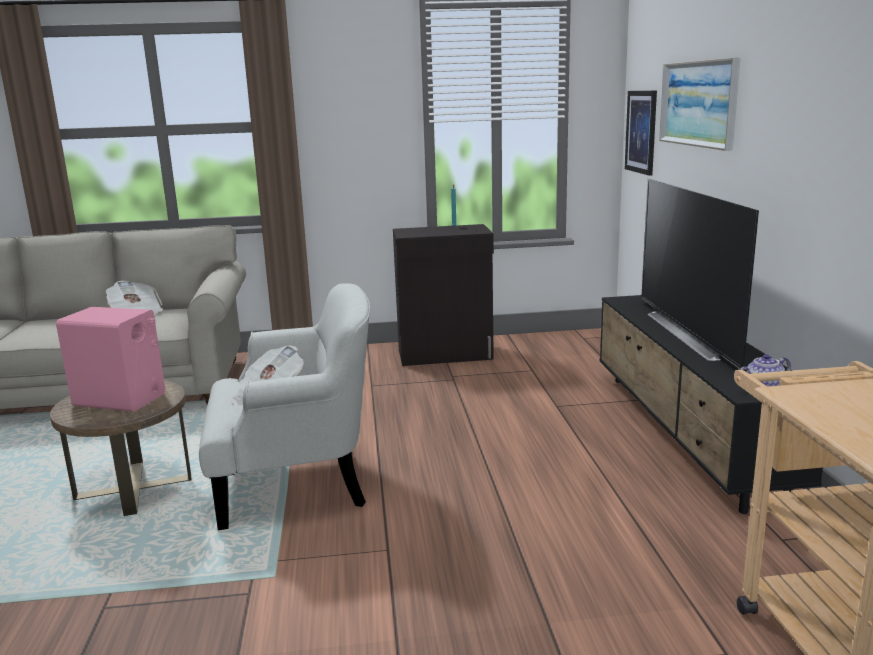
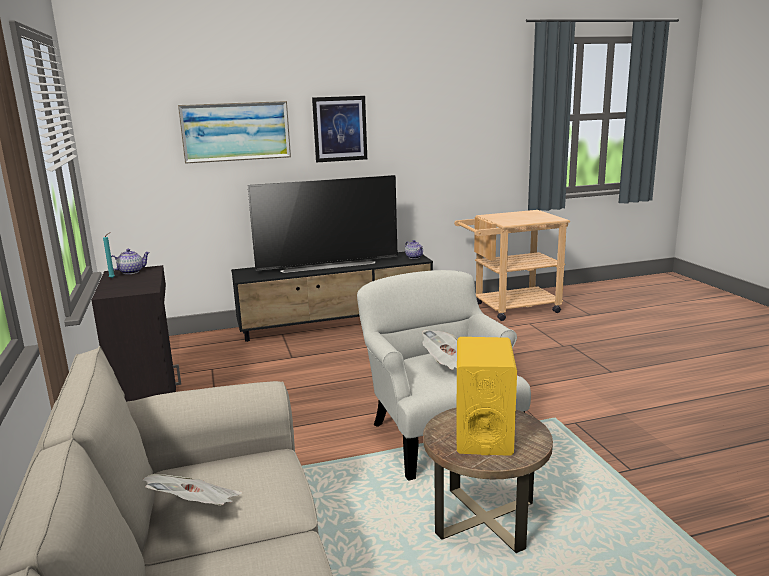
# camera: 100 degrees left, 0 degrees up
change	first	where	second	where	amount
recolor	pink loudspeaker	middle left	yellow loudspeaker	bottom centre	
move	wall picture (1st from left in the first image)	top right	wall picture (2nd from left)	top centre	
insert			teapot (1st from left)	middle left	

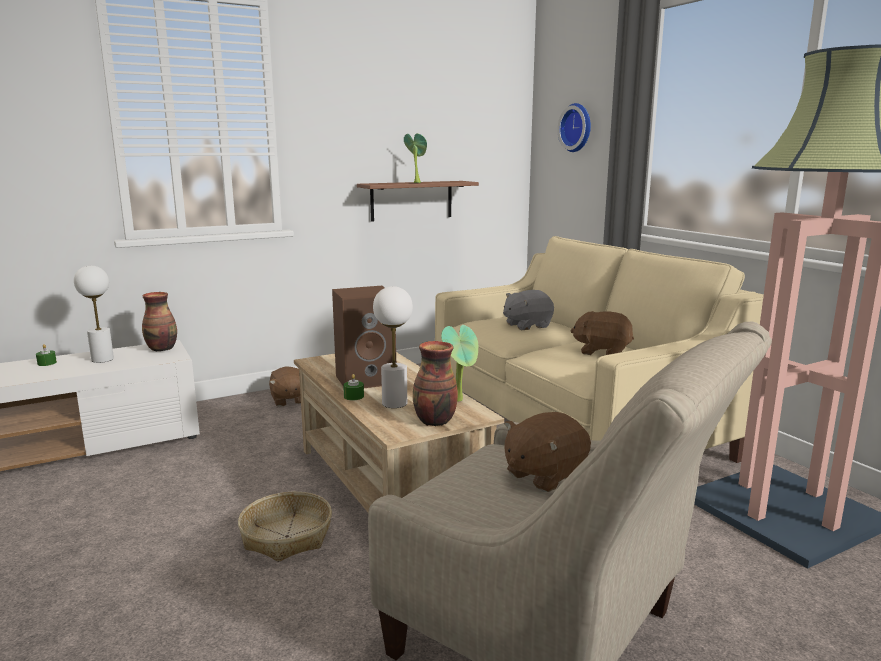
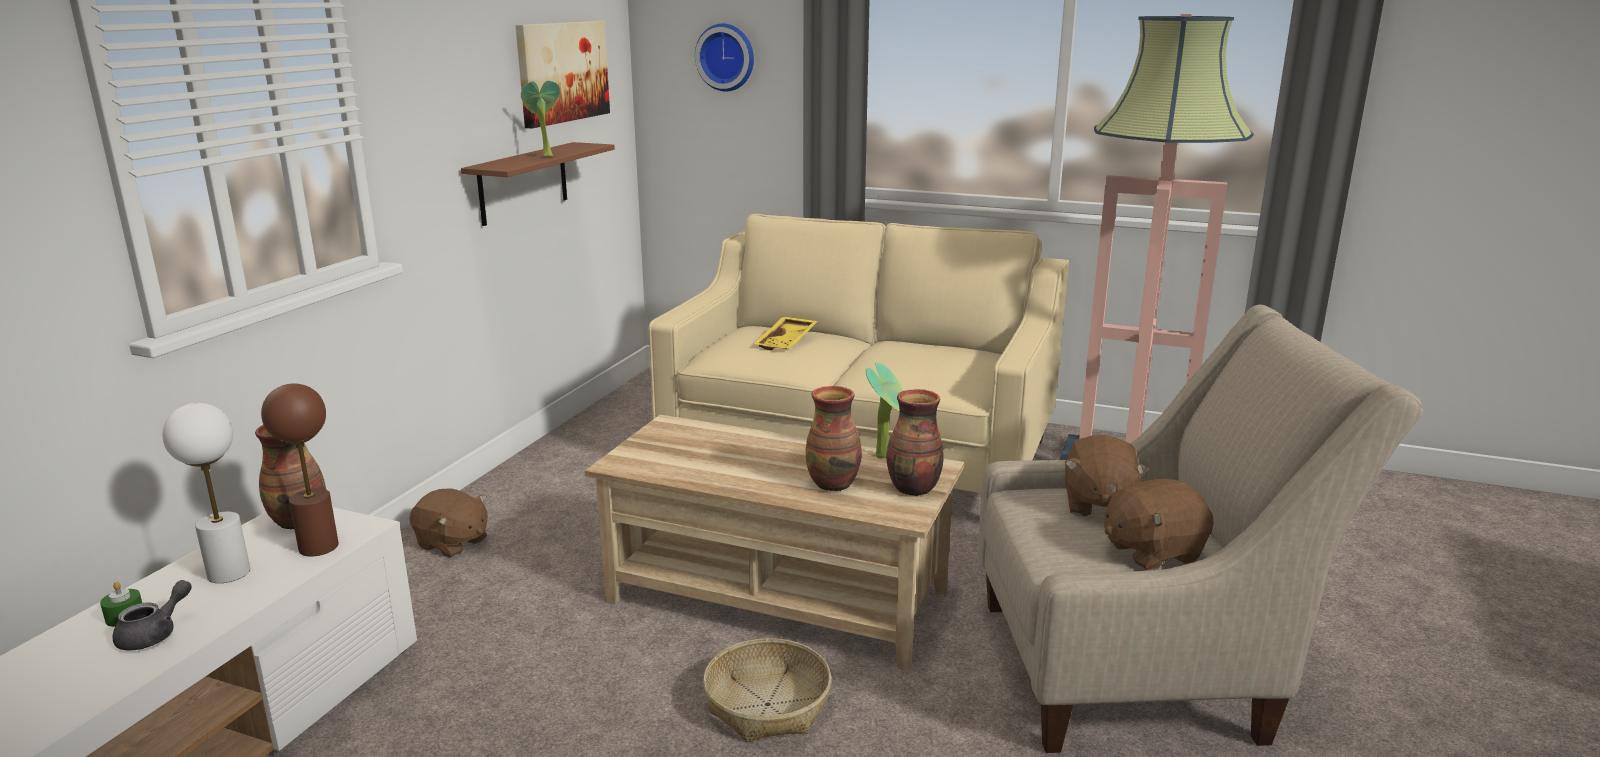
# camera: 40 degrees left, 5 degrees up
change	first	where	second	where	amount
delete	brown-coloured loudspeaker	centre			
delete	green wax light (2nd from left)	centre			
replace	white-coloured table lamp (2nd from left)	centre	decorative vase (2nd from left)	centre	
replace	grey cuddly toy	centre	yellow carrying tray	centre	
move	brown-coloured cuddly toy (3rd from left)	middle right		bottom right	
insert			grey teapot	bottom left	
insert			brown-coloured table lamp	middle left	
insert			wall picture	top centre	

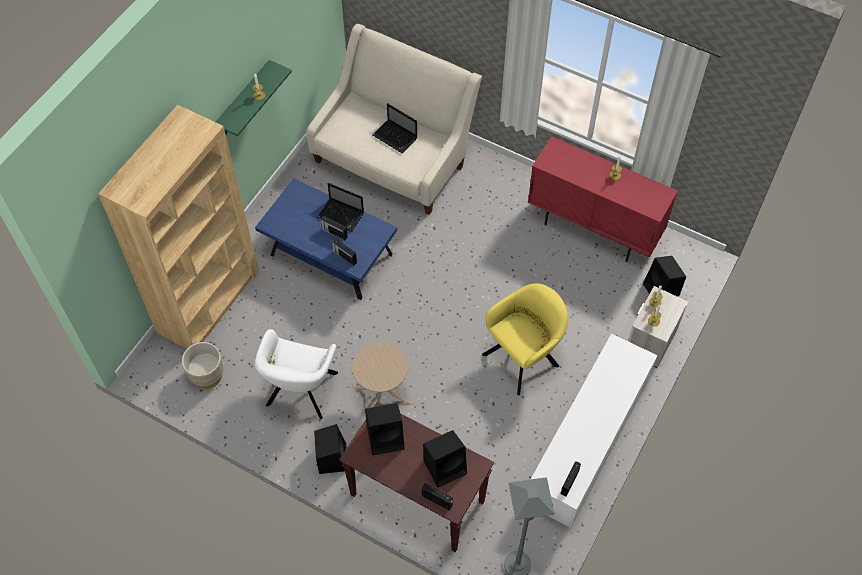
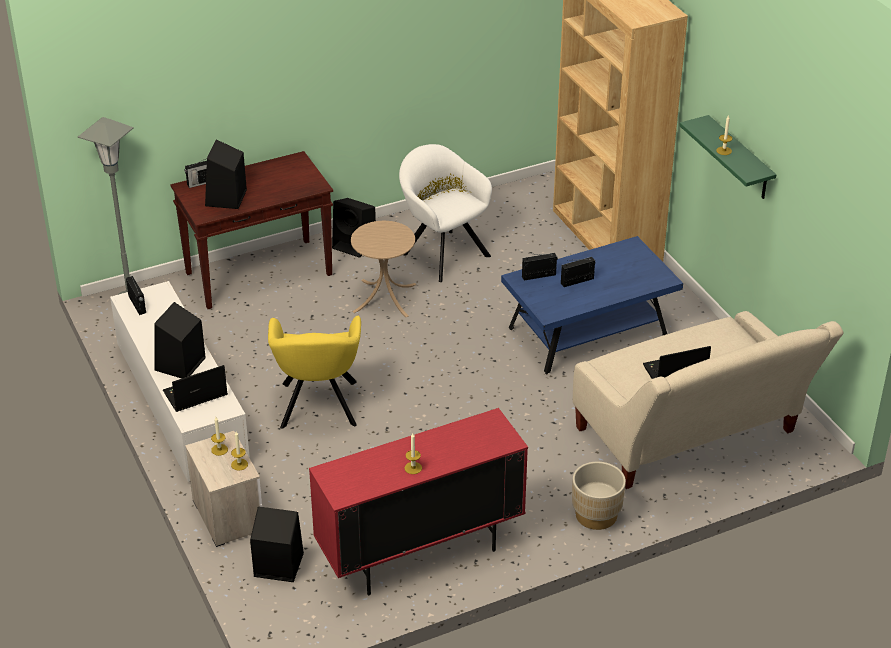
# camera: 125 degrees right, 20 degrees down
change	first	where	second	where	amount
move	sand-coloured plant pot	middle left		bottom right	
move	notebook computer (1st from left)	centre		middle left	
move	black-coloured loudspeaker (2nd from left in the first image)	bottom centre	black-coloured loudspeaker (1st from left)	middle left	

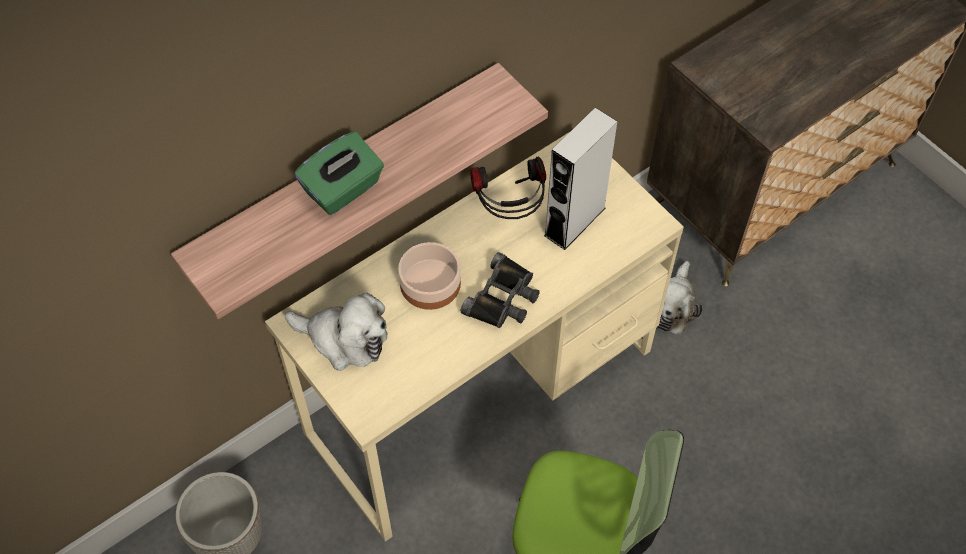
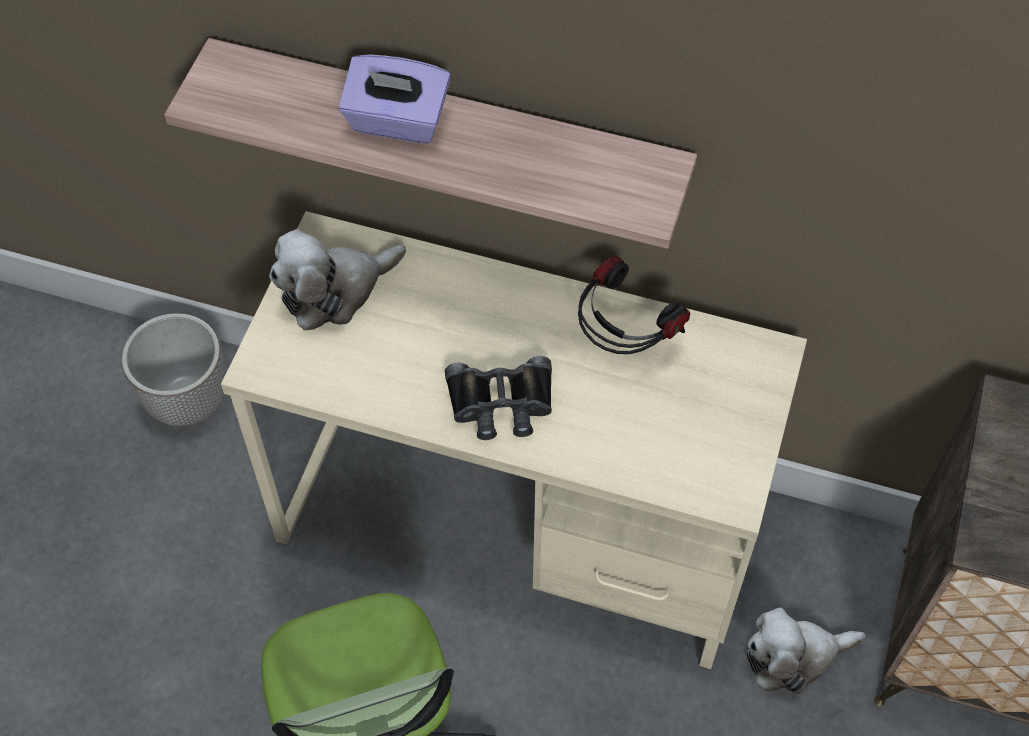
# camera: 55 degrees right, 0 degrees up
change	first	where	second	where	amount
rotate	cuddly toy (1st from left)	centre		middle left	75 degrees clockwise
recolor	green tissue holder	top centre	purple-coloured tissue holder	top centre	
delete	deep dish	centre			
delete	grey loudspeaker	top centre			

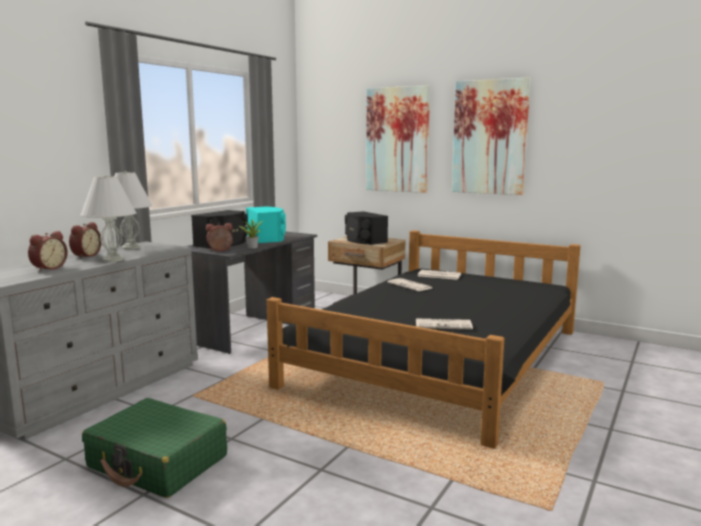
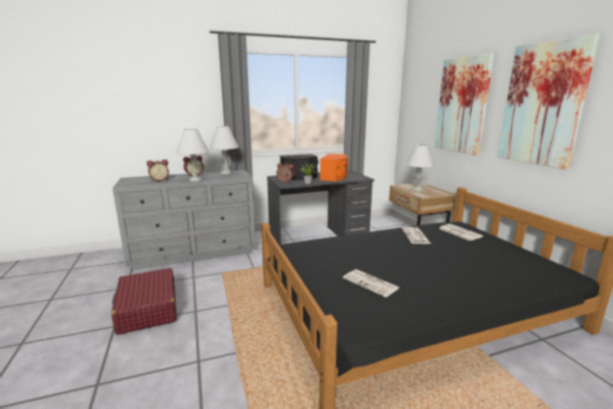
# camera: 40 degrees right, 5 degrees up
change	first	where	second	where	amount
recolor	green piece of luggage	bottom left	reddish piece of luggage	bottom left	
recolor	turquoise-coloured loudspeaker	centre	orange-coloured loudspeaker	centre	
replace	black-coloured loudspeaker (2nd from left)	centre	white-coloured table lamp (3rd from left)	middle right	

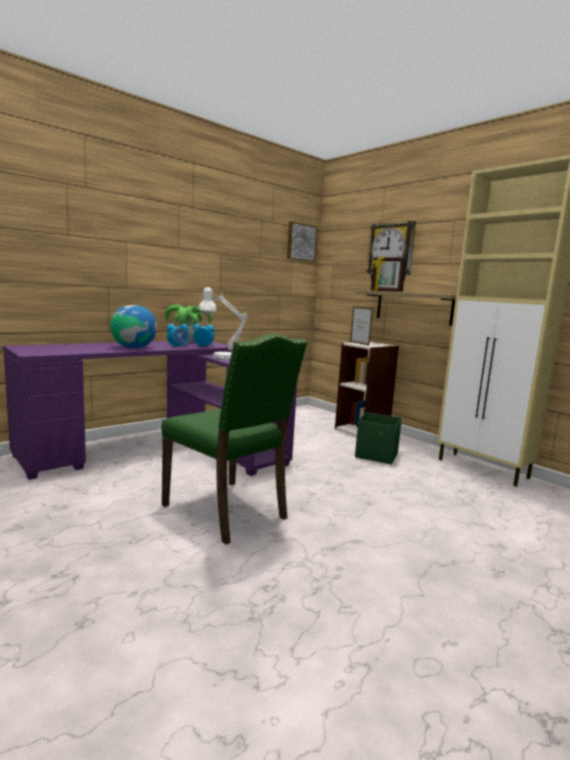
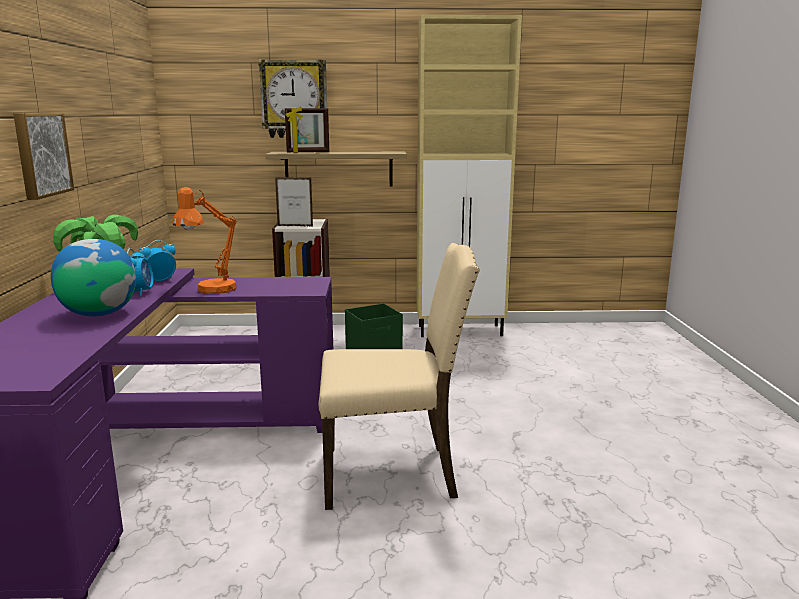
# camera: 50 degrees left, 5 degrees up
change	first	where	second	where	amount
recolor	green chair	centre	sand-coloured chair	centre	
recolor	white-coloured table lamp	centre	orange-coloured table lamp	middle left	
move	wall picture	top centre		top left	

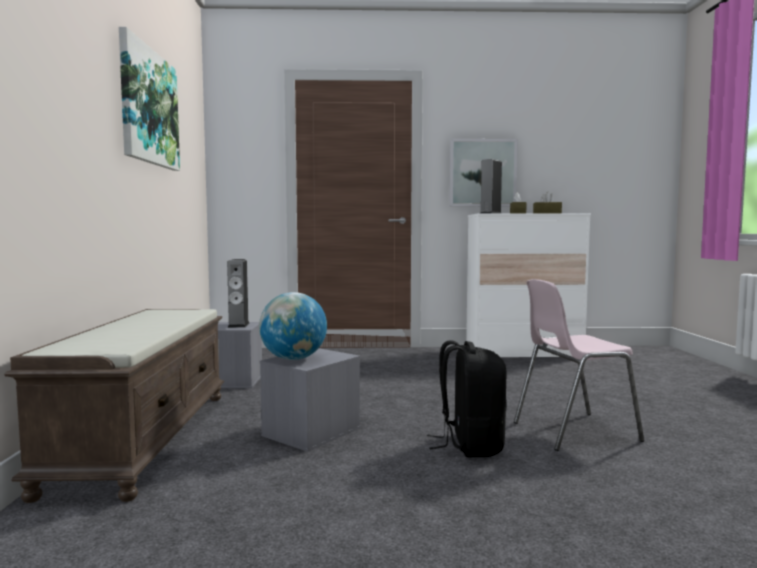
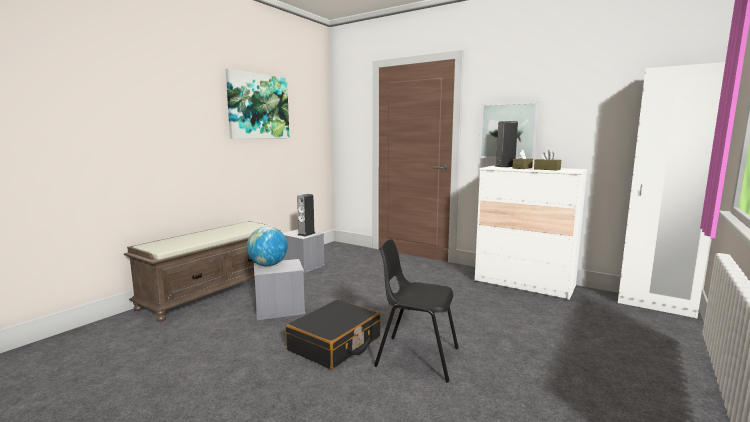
# camera: 35 degrees right, 5 degrees up
change	first	where	second	where	amount
replace	black-coloured knapsack	bottom centre	black-coloured piece of luggage	bottom centre	
recolor	pink chair	middle right	black-coloured chair	bottom centre	
insert			white-coloured wardrobe	middle right	

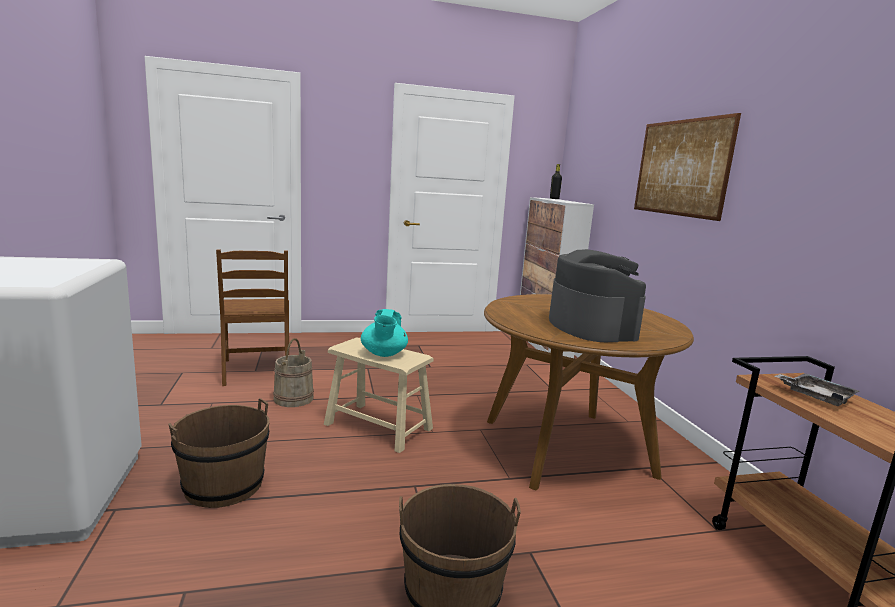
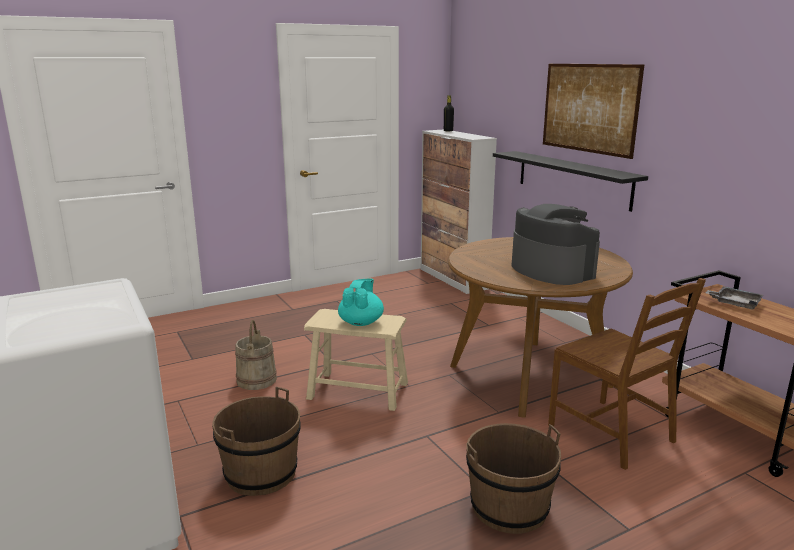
# camera: 15 degrees left, 5 degrees up
change	first	where	second	where	amount
move	brown-coloured chair	middle left		bottom right	
rotate	turquoise-coloured teapot	centre		centre	150 degrees counterclockwise
insert			black-coloured bracket shelf	top right	

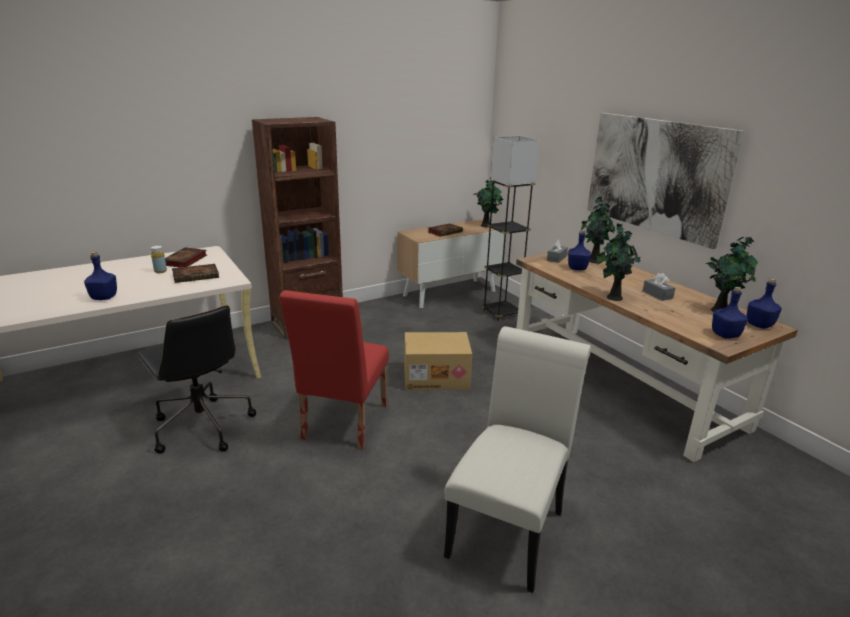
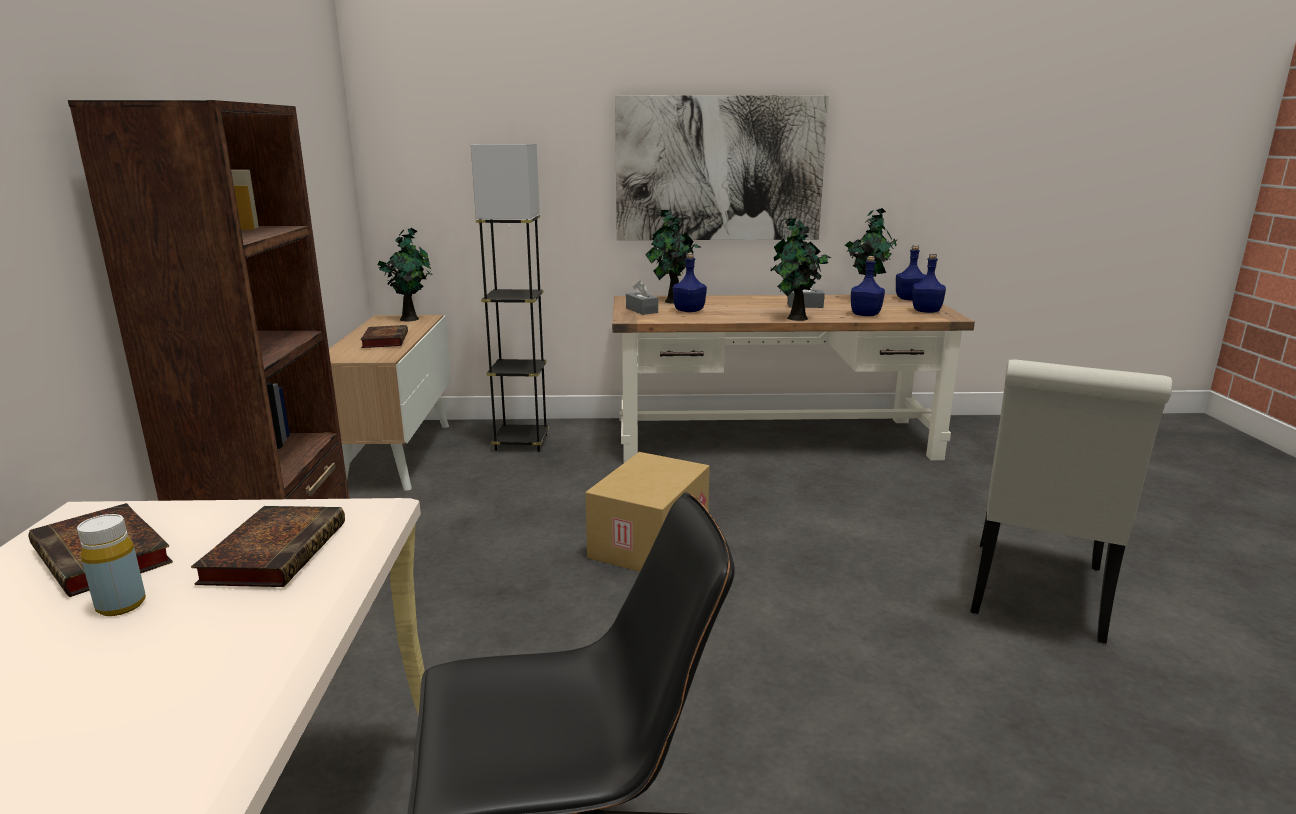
# camera: 60 degrees left, 5 degrees down
change	first	where	second	where	amount
move	blue drink bottle (1st from left in the first image)	middle left	blue drink bottle (2nd from left)	middle right	
delete	reddish chair	centre			
rotate	white-coloured chair	bottom centre		middle right	120 degrees counterclockwise

